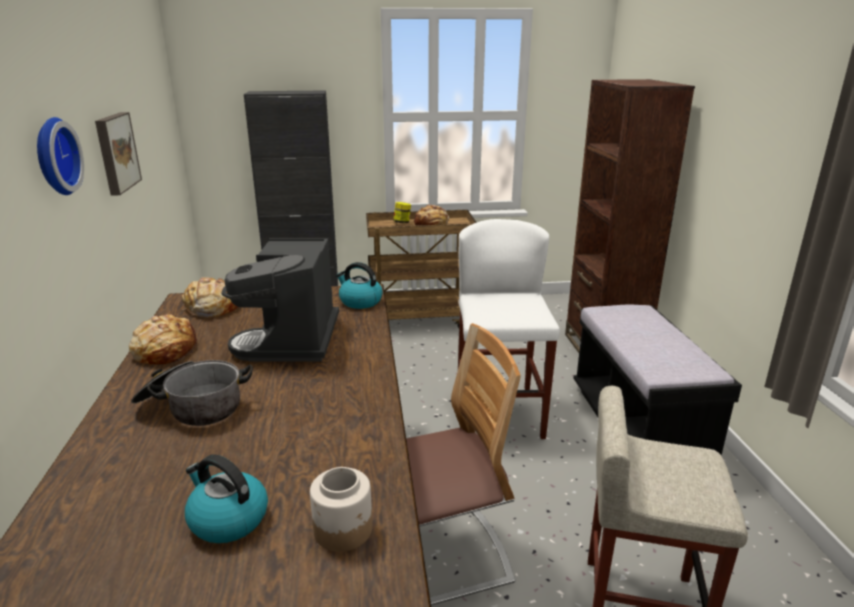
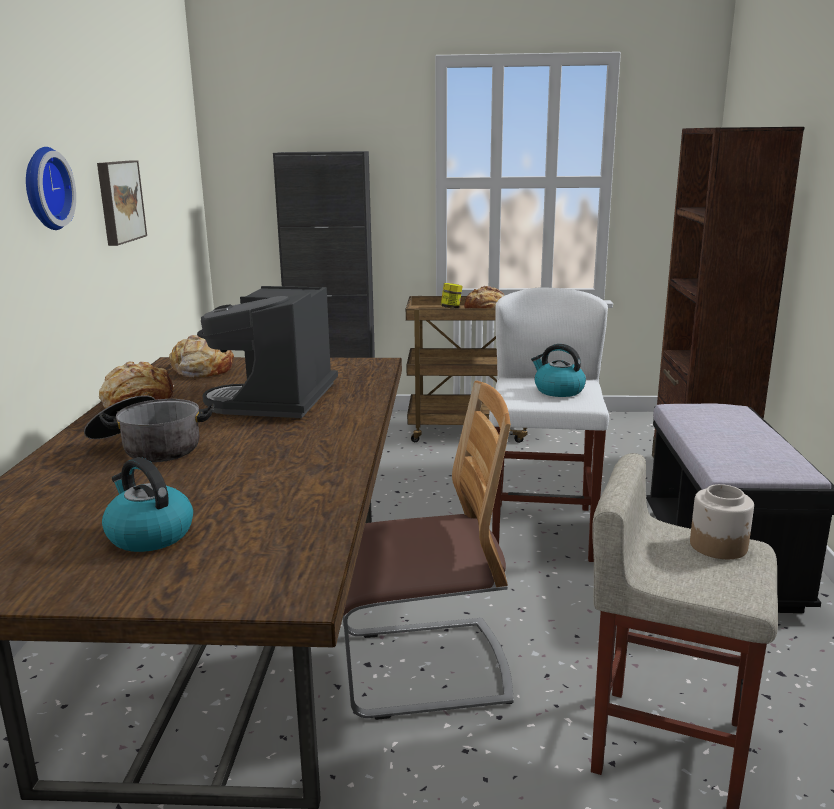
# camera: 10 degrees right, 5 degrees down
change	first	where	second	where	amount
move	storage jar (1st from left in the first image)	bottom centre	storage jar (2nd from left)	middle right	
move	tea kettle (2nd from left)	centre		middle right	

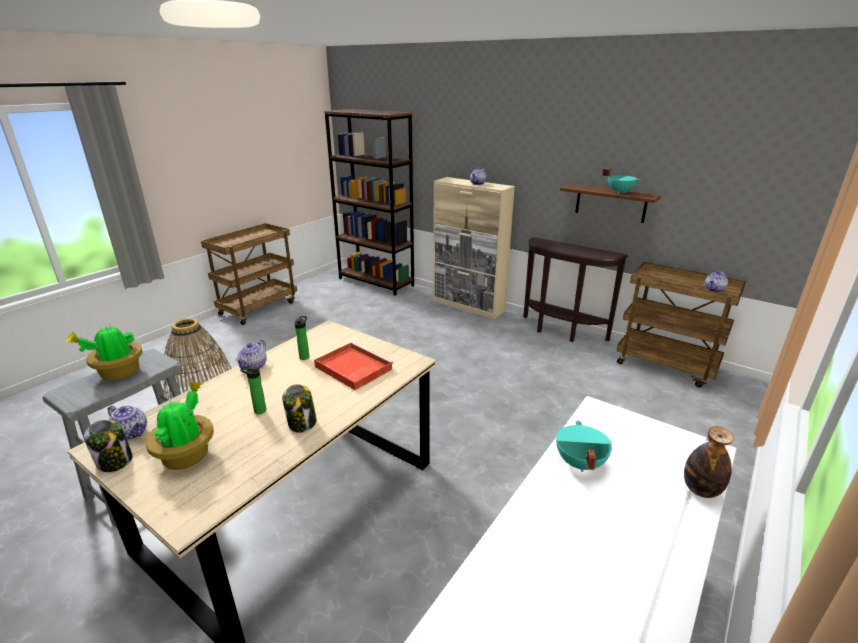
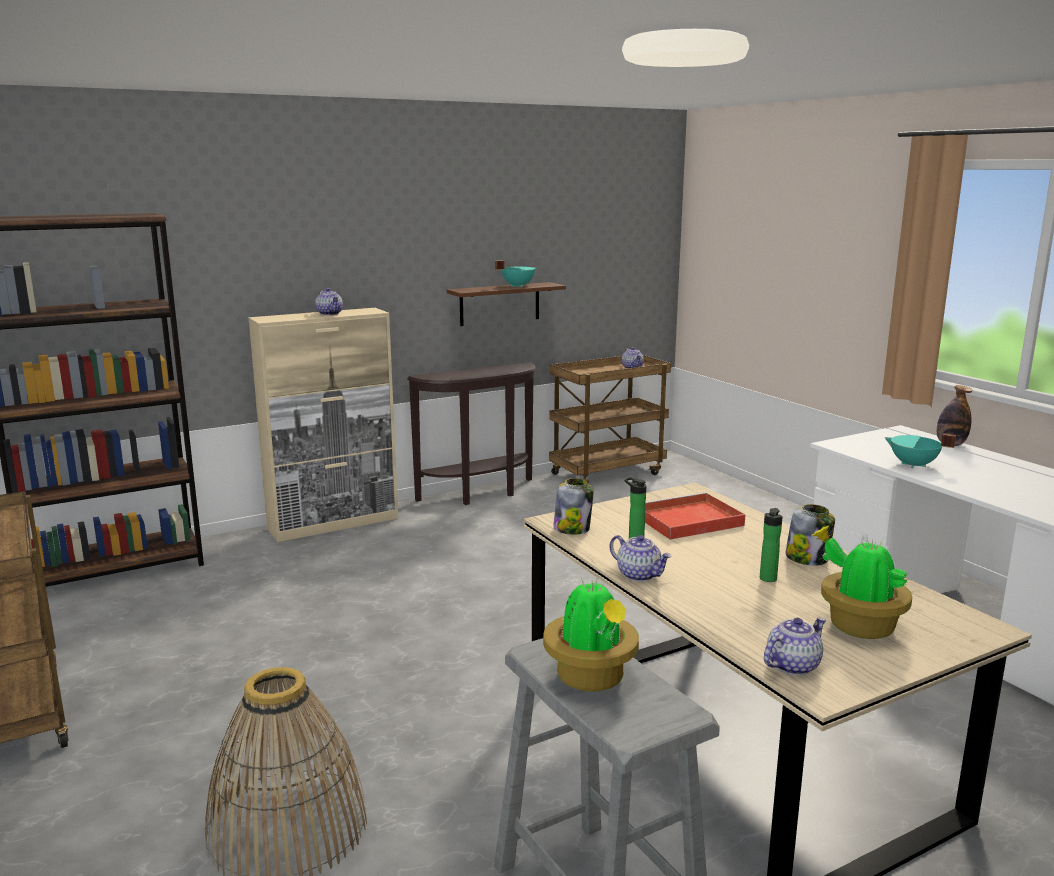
# camera: 65 degrees left, 10 degrees down
change	first	where	second	where	amount
move	storage jar (1st from left)	bottom left		centre	

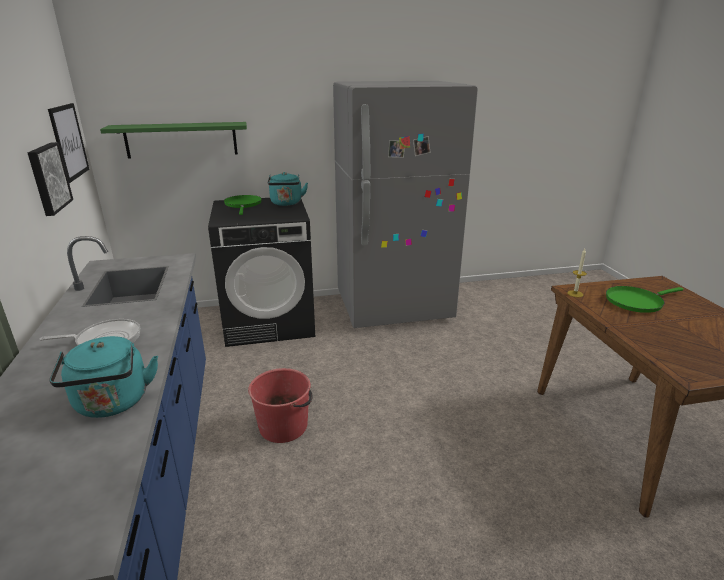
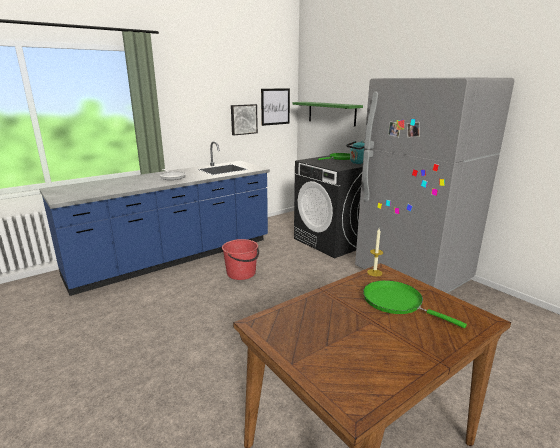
# camera: 65 degrees right, 5 degrees down
change	first	where	second	where	amount
delete	turquoise-coloured tea kettle (1st from left)	middle left			

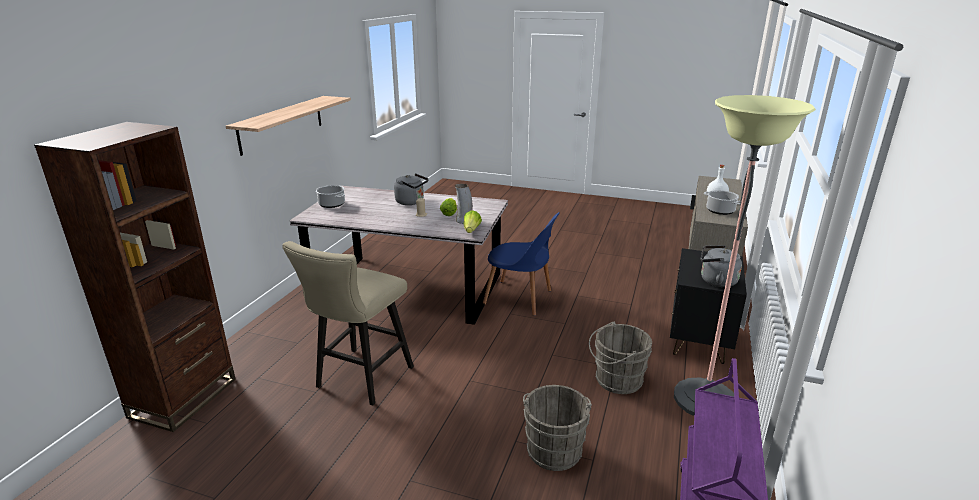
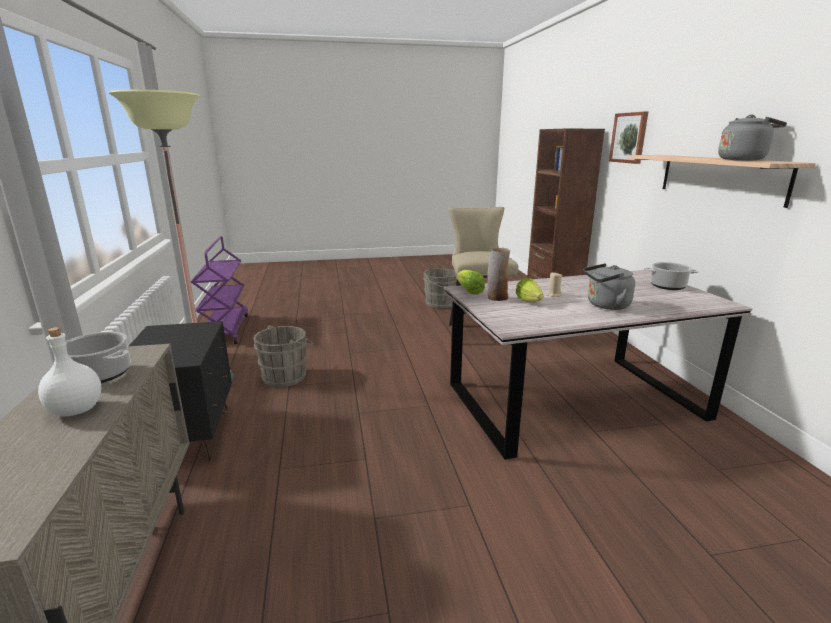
# camera: 150 degrees right, 5 degrees down
change	first	where	second	where	amount
delete	blue chair	centre			
move	grey bucket (1st from left in the first image)	bottom centre	grey bucket (2nd from left)	centre	
move	grey tea kettle (2nd from left)	middle right		top right	
insert			wall picture	top right	

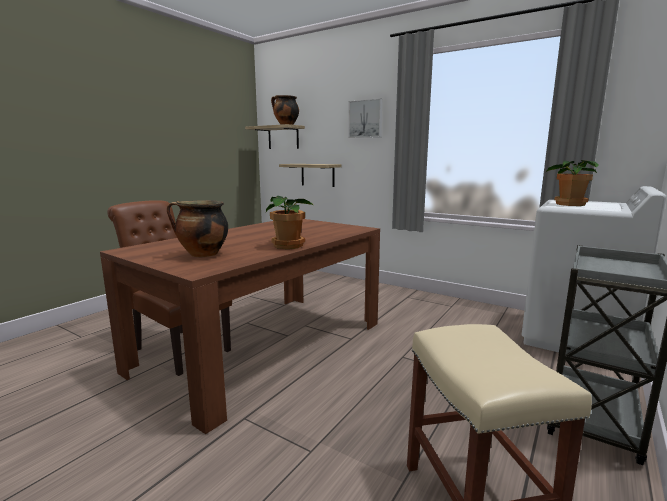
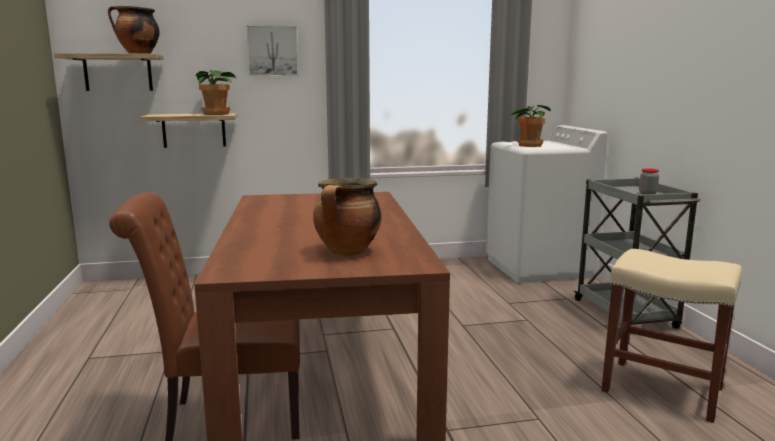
# camera: 45 degrees left, 0 degrees up
change	first	where	second	where	amount
move	houseplant (1st from left)	centre		top left	
insert			storage jar	middle right	

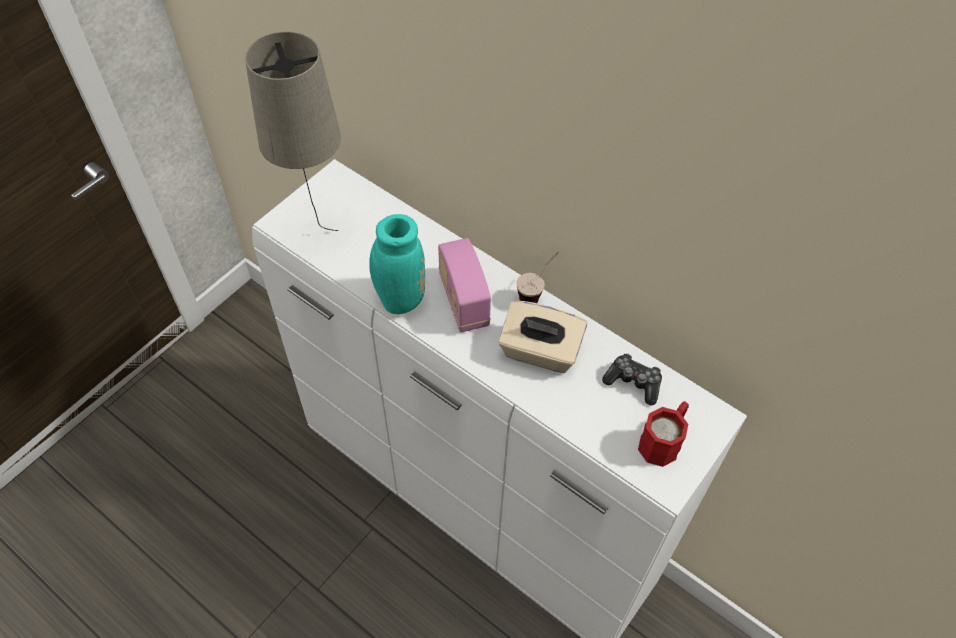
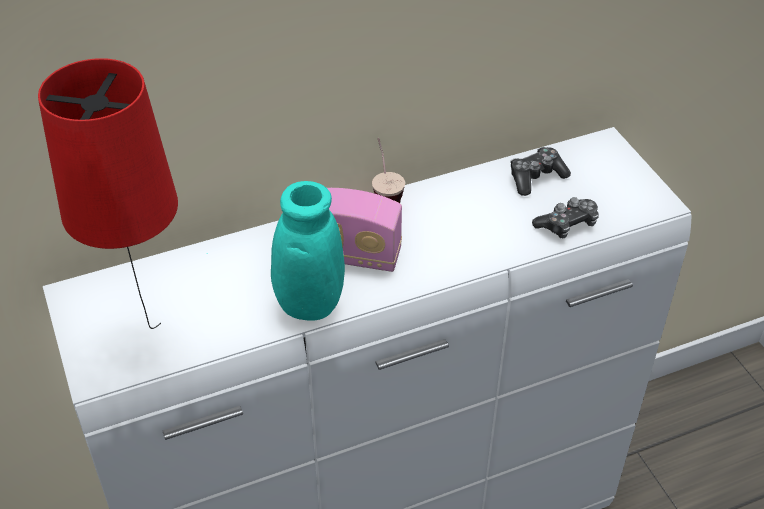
# camera: 60 degrees left, 10 degrees down
change	first	where	second	where	amount
recolor	sand-coloured table lamp	top left	reddish table lamp	middle left	
delete	sand-coloured tissue holder	centre			
delete	reddish mug	bottom right			
insert			joypad (2nd from left)	middle right	

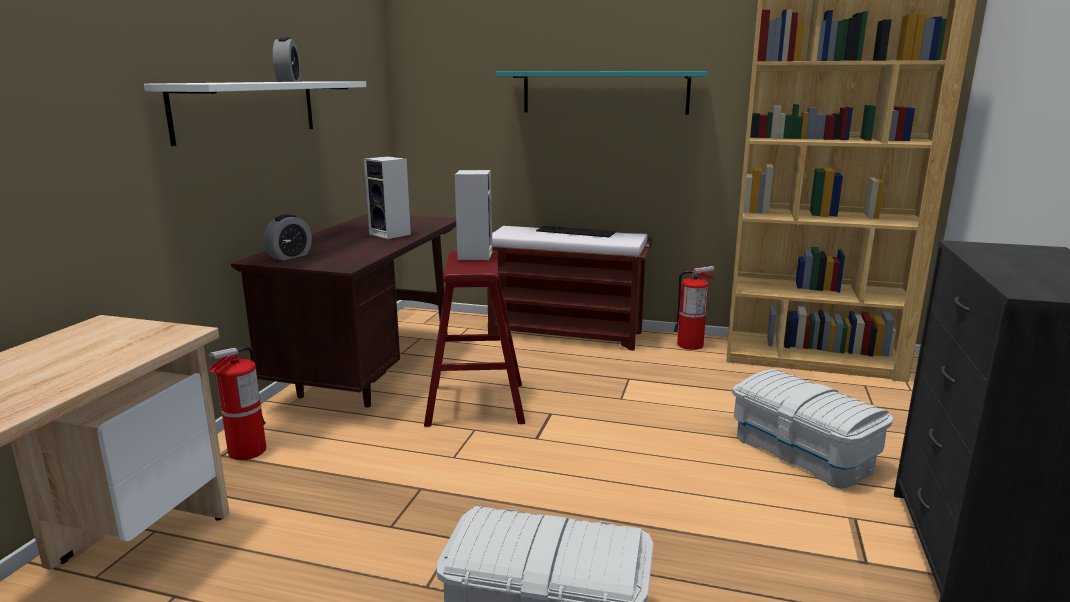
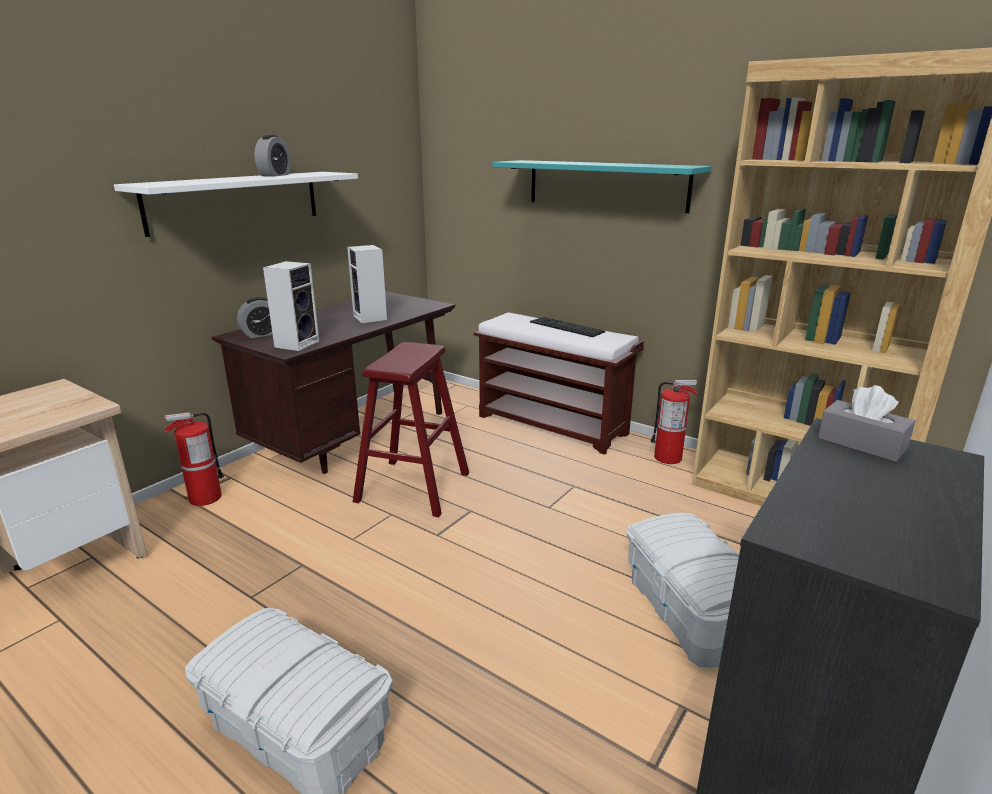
# camera: 20 degrees right, 5 degrees up
change	first	where	second	where	amount
move	loudspeaker (2nd from left in the first image)	centre	loudspeaker (1st from left)	middle left	
insert			grey tissue holder	middle right	

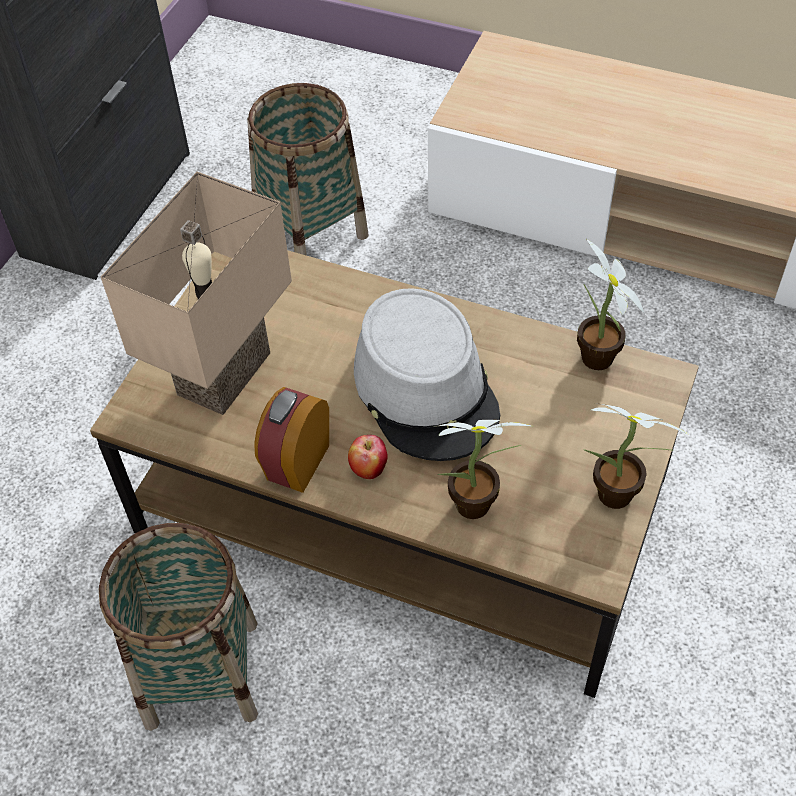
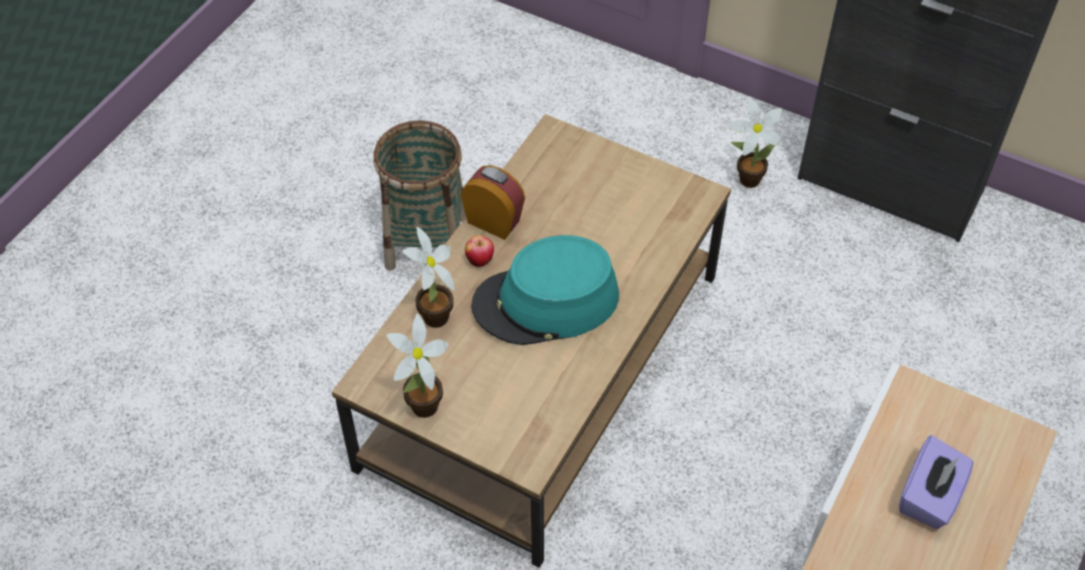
# camera: 95 degrees right, 0 degrees up
change	first	where	second	where	amount
delete	sand-coloured table lamp	middle left			
delete	storage basket (2nd from left)	top centre			
recolor	grey clothing hat	centre	turquoise-coloured clothing hat	centre	
move	houseplant (2nd from left in the first image)	middle right	houseplant (3rd from left)	top right	
insert			purple-coloured tissue holder	bottom right	

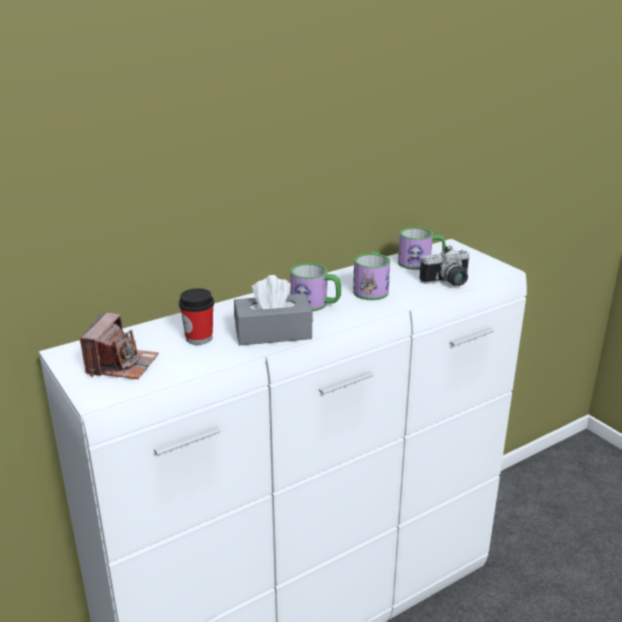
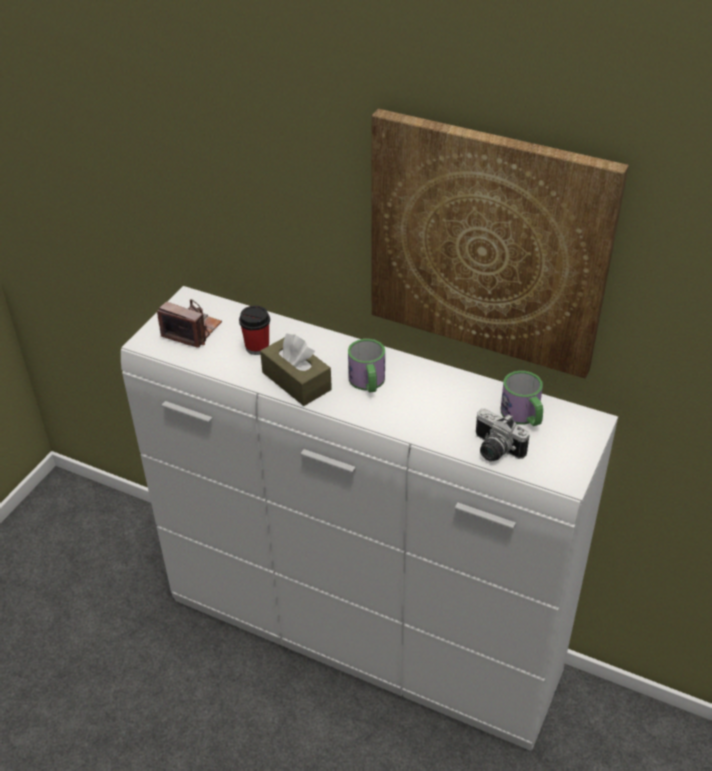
# camera: 60 degrees right, 15 degrees up
change	first	where	second	where	amount
rotate	photo camera (1st from left)	middle left		middle left	135 degrees counterclockwise
recolor	grey tissue holder	centre	brown-coloured tissue holder	centre	
delete	mug (2nd from left)	centre			
insert			wall picture	top right	

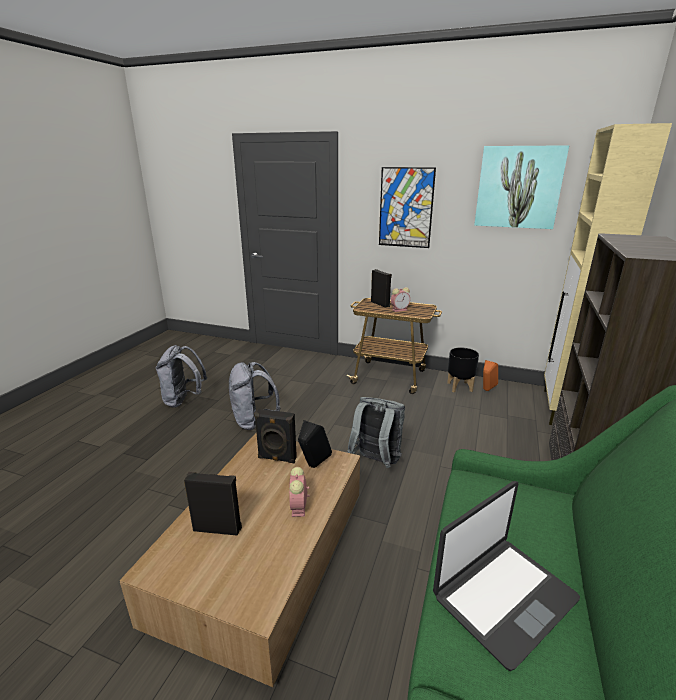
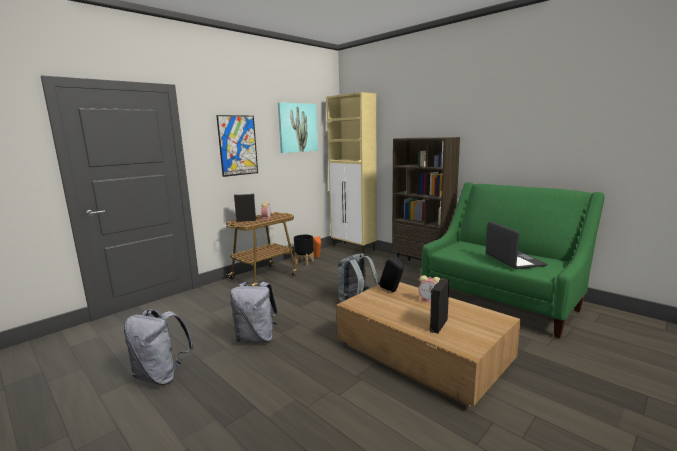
# camera: 65 degrees left, 10 degrees down
change	first	where	second	where	amount
delete	black-coloured loudspeaker (2nd from left)	centre			

